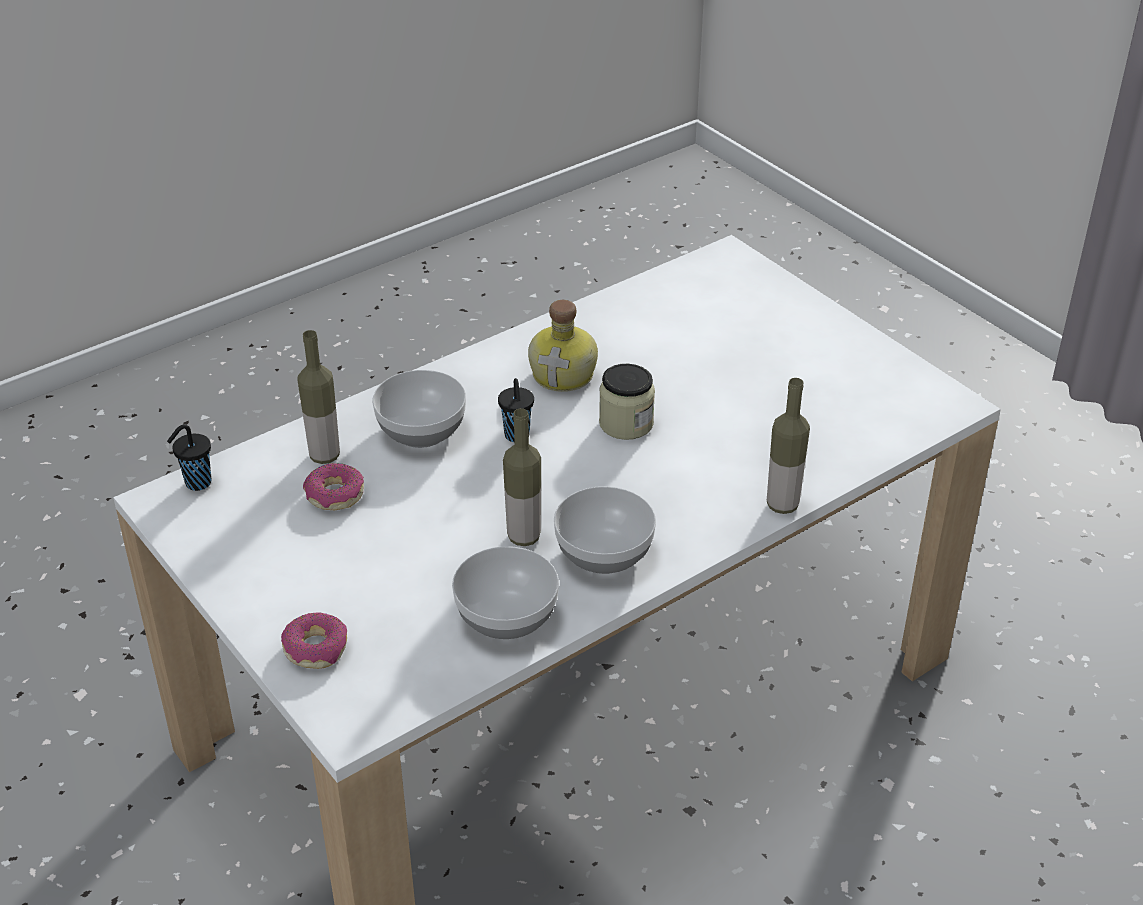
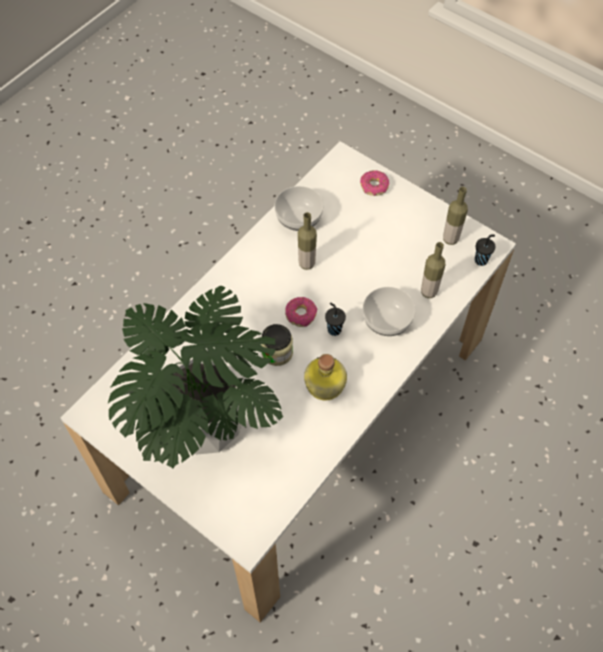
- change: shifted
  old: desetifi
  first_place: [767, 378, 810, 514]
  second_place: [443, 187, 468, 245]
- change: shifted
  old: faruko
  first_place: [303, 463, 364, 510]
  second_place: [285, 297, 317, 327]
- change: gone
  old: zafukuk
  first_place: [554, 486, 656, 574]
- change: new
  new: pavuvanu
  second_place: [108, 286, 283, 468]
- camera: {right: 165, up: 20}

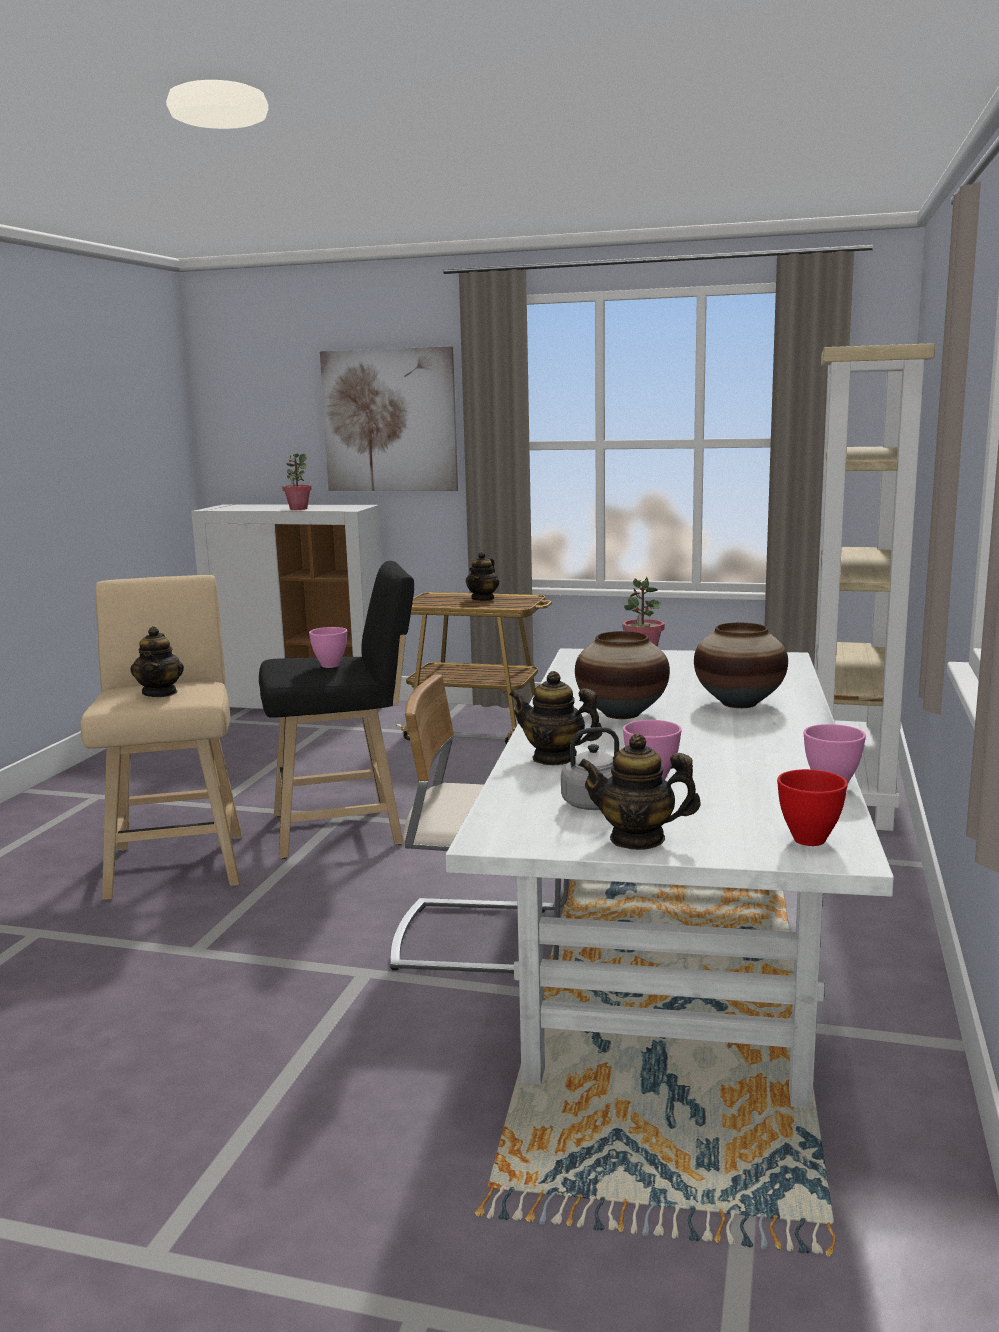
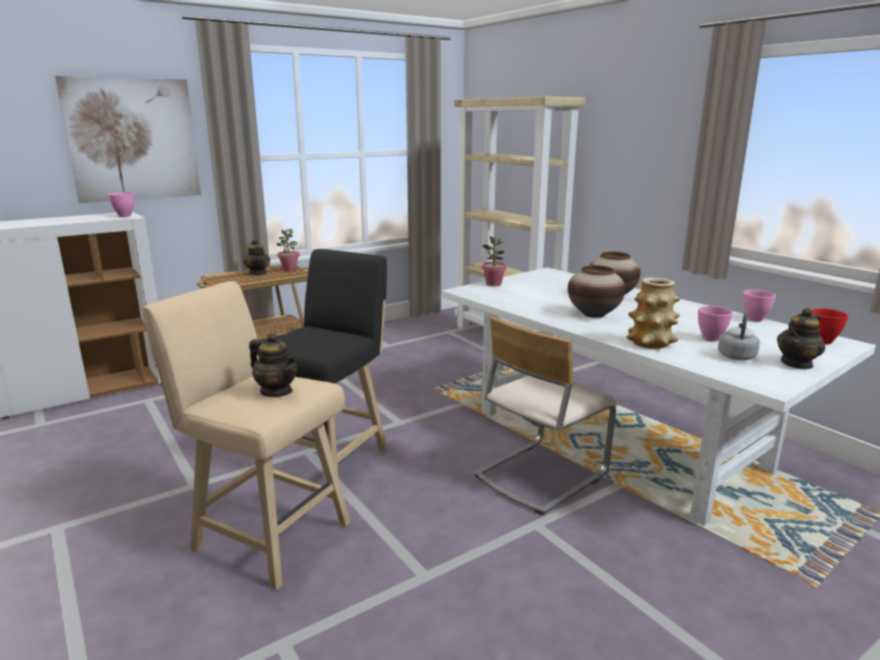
- change: shifted
  old: pavuvanu
  first_place: [282, 453, 312, 510]
  second_place: [276, 229, 300, 272]
- change: shifted
  old: pink_zafukuk
  first_place: [309, 627, 347, 668]
  second_place: [108, 192, 135, 217]
- change: swapped
  old: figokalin
  new: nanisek
  first_place: [509, 671, 603, 765]
  second_place: [626, 277, 680, 349]
- camera: {right: -50, up: 5}

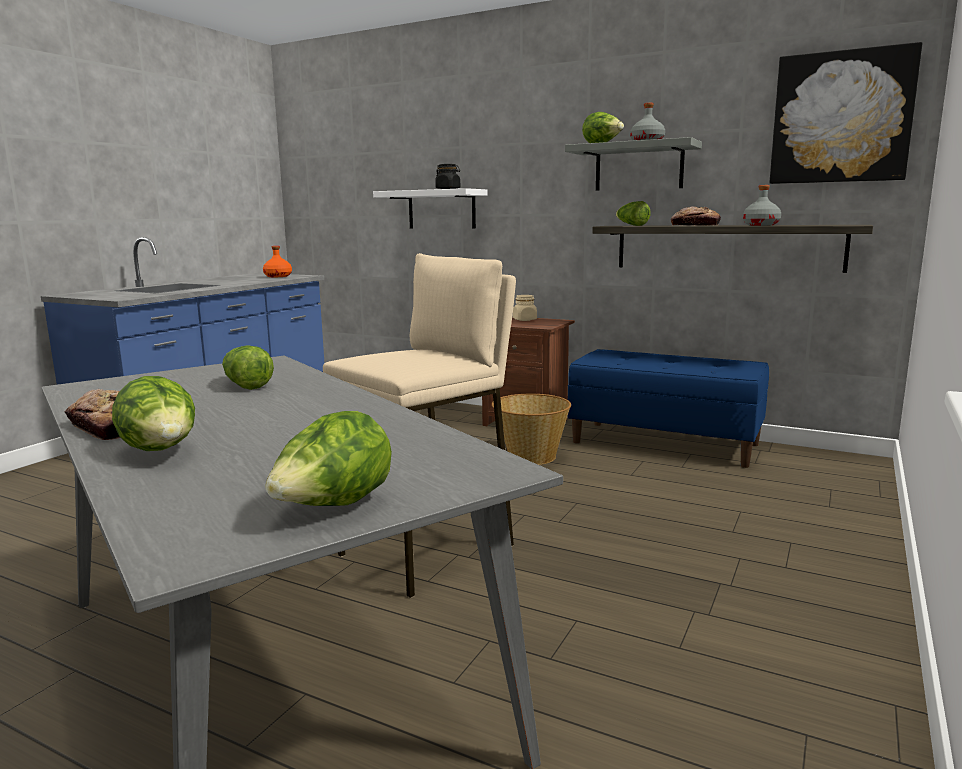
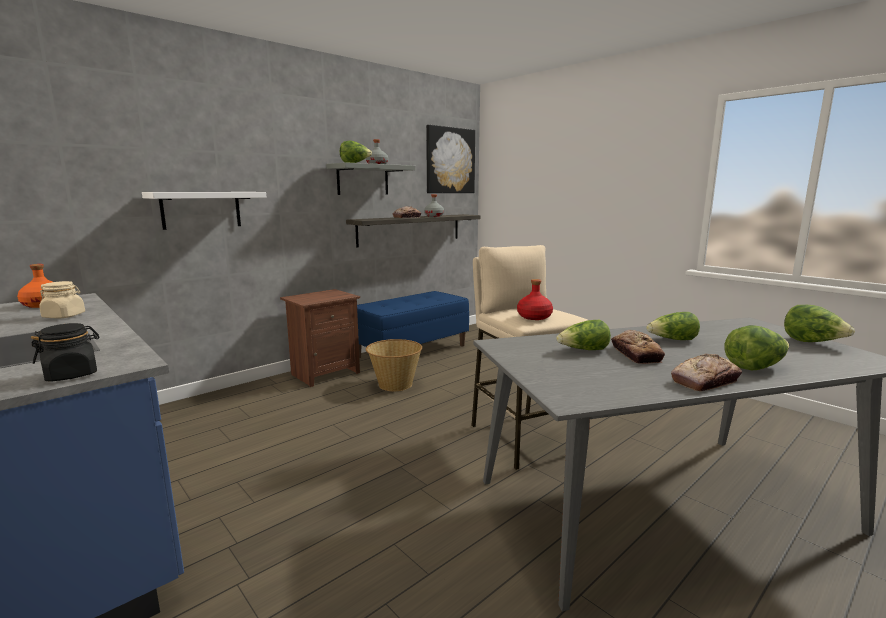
- change: shifted
  old: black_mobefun
  first_place: [435, 164, 460, 189]
  second_place: [31, 323, 100, 382]
- change: shifted
  old: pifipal
  first_place: [616, 201, 651, 226]
  second_place: [646, 312, 700, 340]
- change: shifted
  old: beige_mobefun
  first_place: [513, 295, 537, 321]
  second_place: [39, 281, 85, 319]
- change: new
  new: red_desetifi
  second_place: [517, 279, 553, 320]
- change: new
  new: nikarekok
  second_place: [611, 330, 665, 364]
- camera: {right: -70, up: 0}

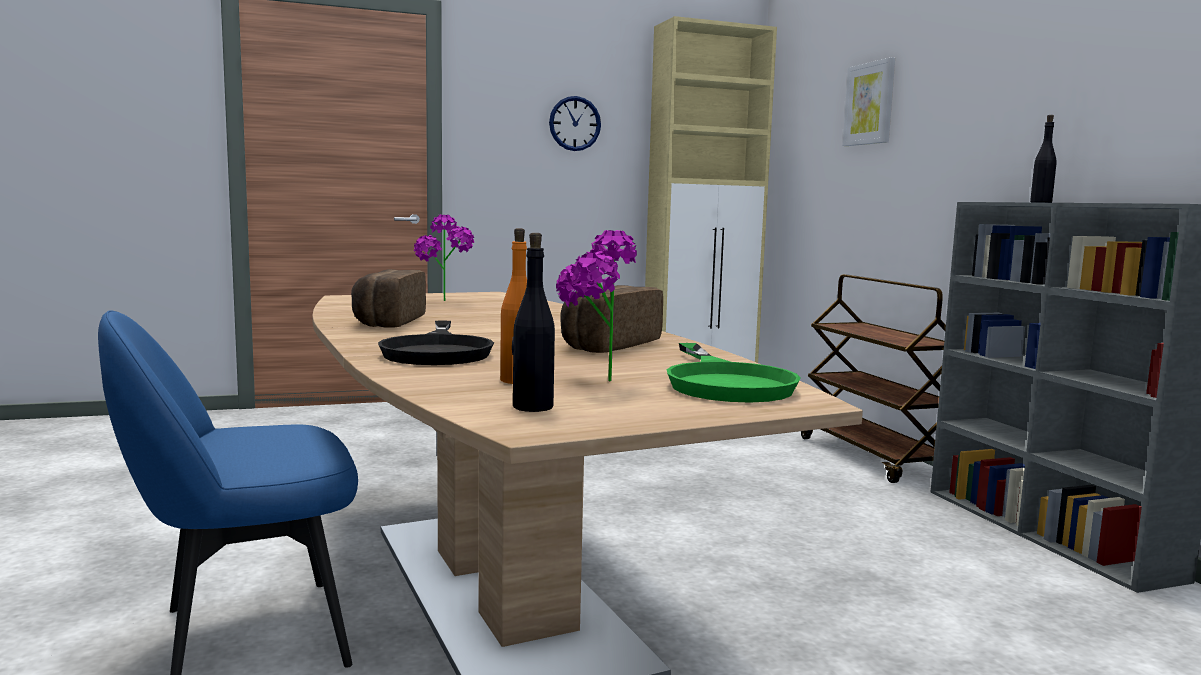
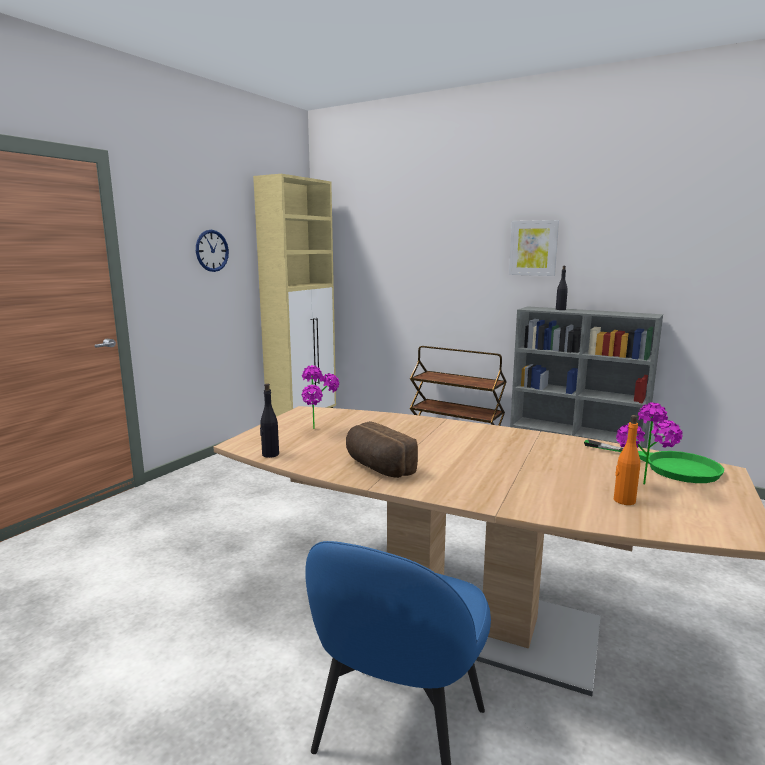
- change: shifted
  old: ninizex
  first_place: [843, 57, 895, 146]
  second_place: [509, 220, 559, 276]
- change: shifted
  old: black_desetifi
  first_place: [512, 233, 555, 412]
  second_place: [260, 383, 279, 458]
- change: gone
  old: nikarekok
  first_place: [560, 285, 663, 353]
- change: gone
  old: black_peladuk
  first_place: [378, 321, 494, 365]
- camera: {right: -40, up: 5}

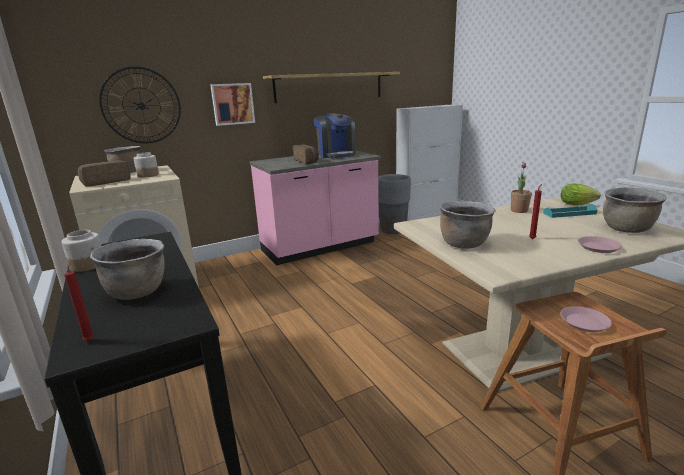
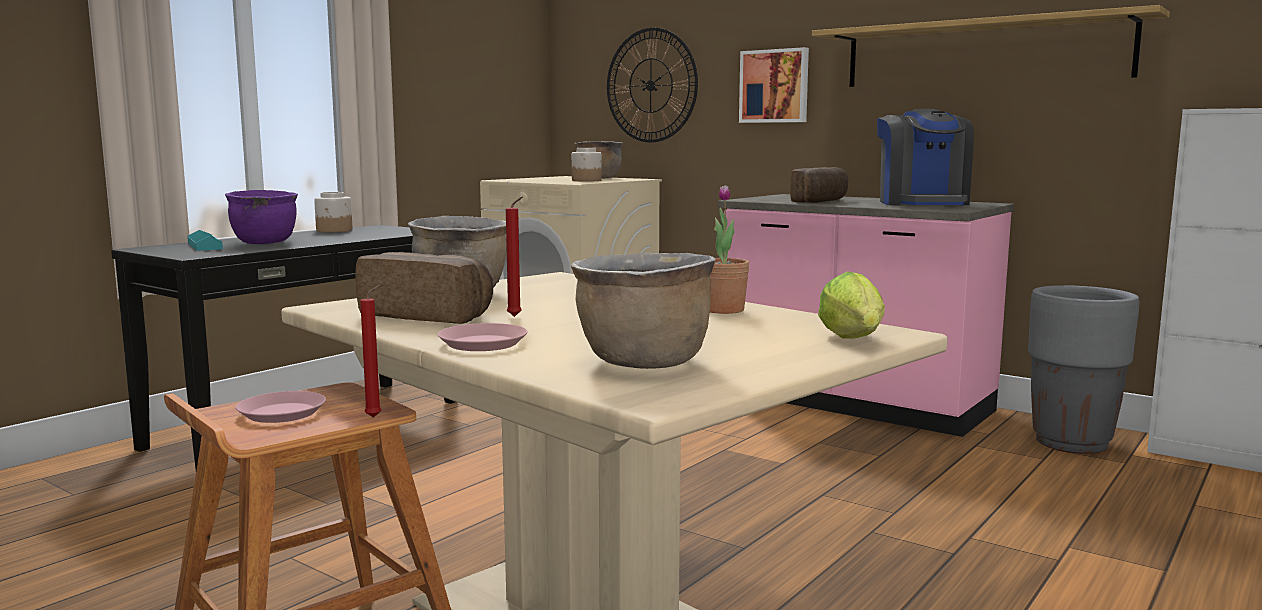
- change: rotated
  old: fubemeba
  first_place: [313, 113, 356, 158]
  second_place: [877, 109, 974, 206]
  degrees: -45
- change: shifted
  old: nikarekok
  first_place: [78, 160, 131, 186]
  second_place: [355, 252, 493, 324]
- change: shifted
  old: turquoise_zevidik
  first_place: [543, 204, 598, 218]
  second_place: [188, 230, 223, 251]
- change: repainted
  old: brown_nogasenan
  new: purple_nogasenan
  first_place: [90, 239, 165, 300]
  second_place: [225, 190, 298, 244]
- change: shifted
  old: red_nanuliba
  first_place: [64, 261, 94, 341]
  second_place: [360, 285, 382, 418]
- camera: {right: 65, up: -10}

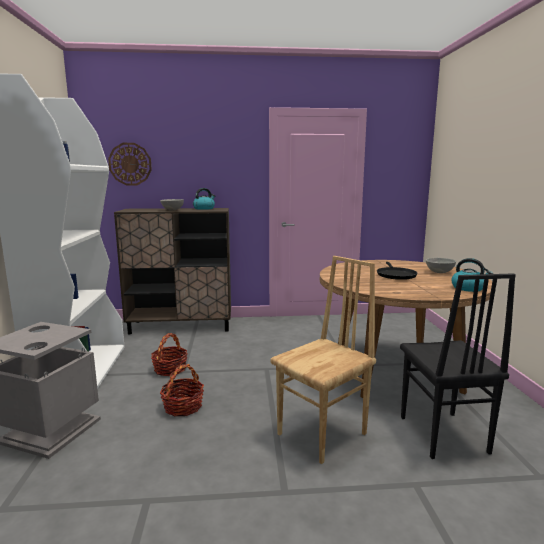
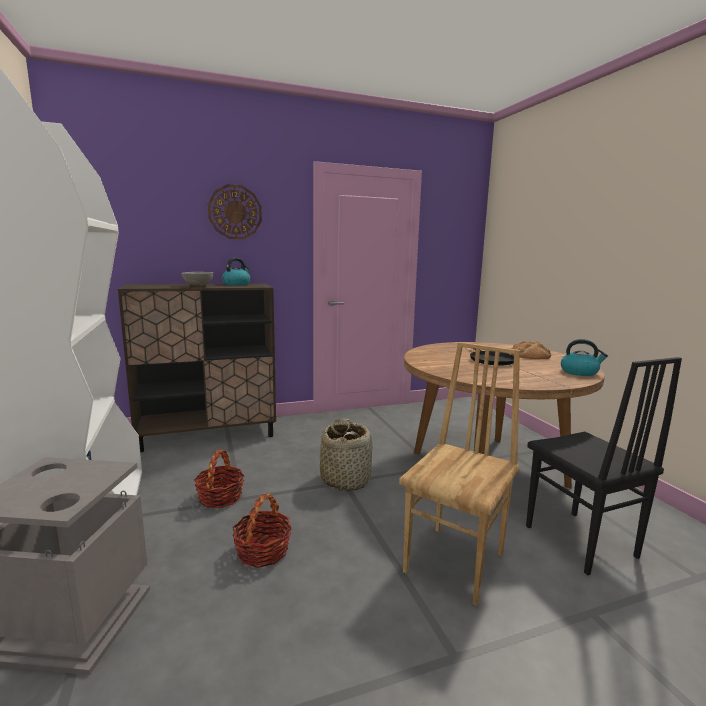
- change: shifted
  old: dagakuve
  first_place: [108, 143, 152, 185]
  second_place: [208, 184, 262, 239]
- change: swapped
  old: grey_zafukuk
  new: nikarekok
  first_place: [426, 258, 456, 273]
  second_place: [511, 341, 551, 359]
- change: new
  new: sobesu
  second_place: [320, 418, 373, 491]
- camera: {right: -15, up: 0}

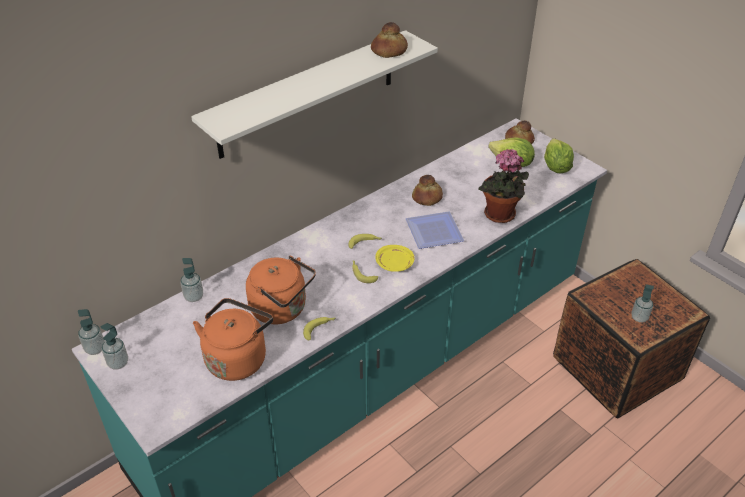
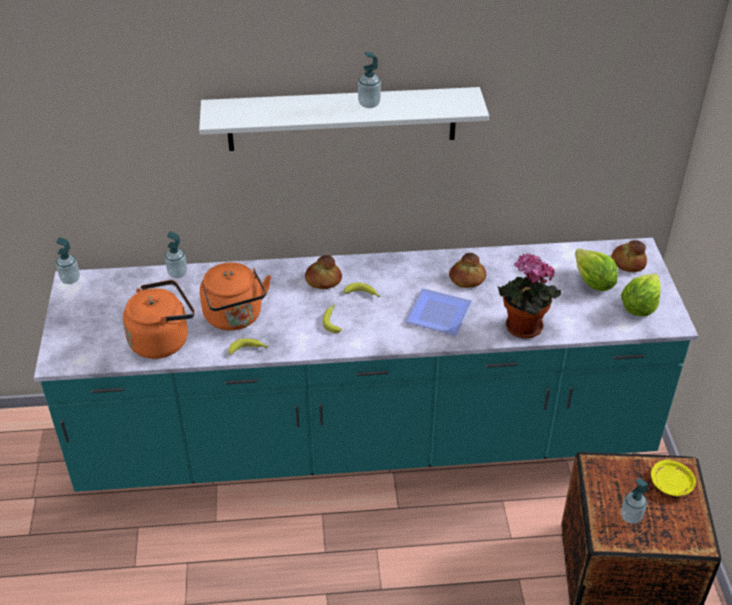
- change: shifted
  old: nikarekok
  first_place: [371, 22, 408, 58]
  second_place: [305, 255, 342, 289]
- change: shifted
  old: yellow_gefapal
  first_place: [375, 245, 414, 272]
  second_place: [651, 460, 696, 496]
- change: shifted
  old: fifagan
  first_place: [101, 323, 128, 370]
  second_place: [358, 52, 381, 108]
- camera: {right: 35, up: 0}

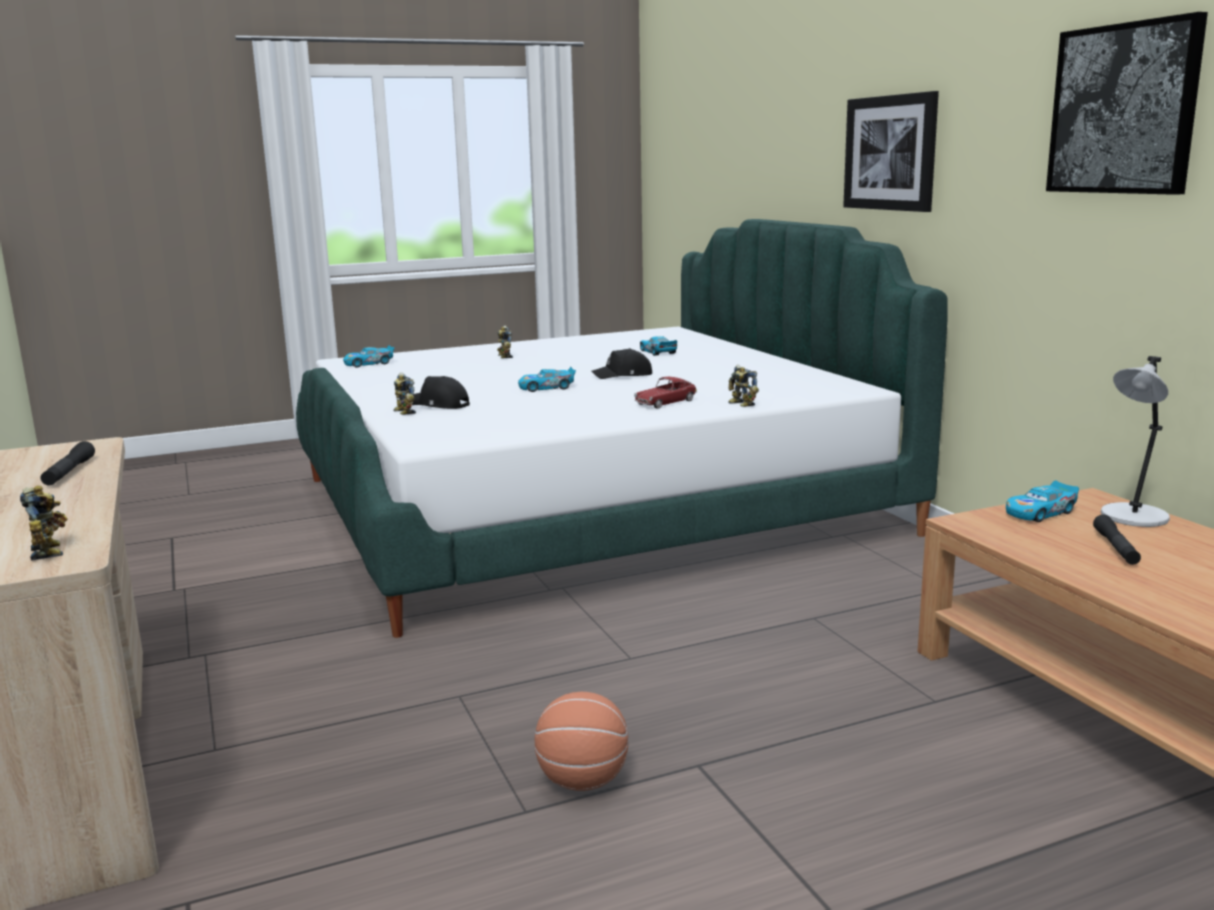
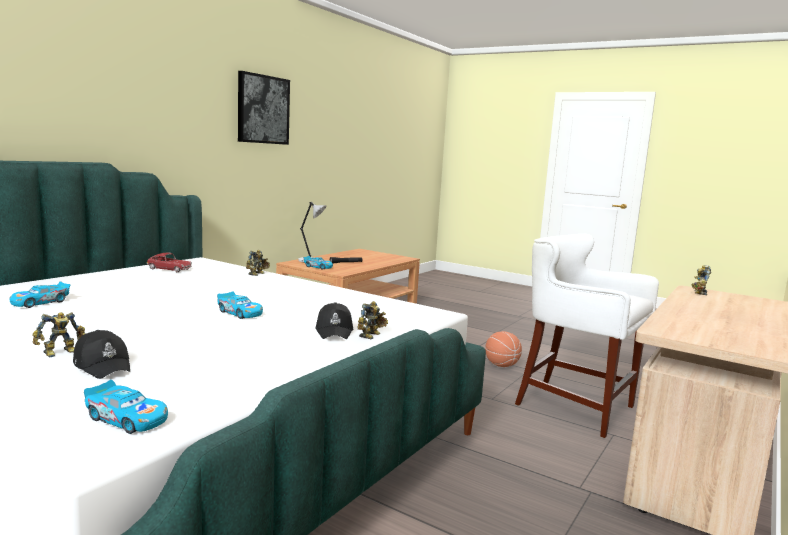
- change: gone
  old: ninizex
  first_place: [843, 91, 939, 212]
- change: shifted
  old: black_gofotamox
  first_place: [591, 348, 652, 379]
  second_place: [73, 330, 130, 379]
- change: shifted
  old: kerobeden
  first_place: [634, 377, 697, 409]
  second_place: [147, 253, 192, 272]
- change: gone
  old: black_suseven
  first_place: [41, 441, 95, 486]
- change: new
  new: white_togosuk
  second_place: [515, 234, 659, 438]
- camera: {right: -125, up: -5}

